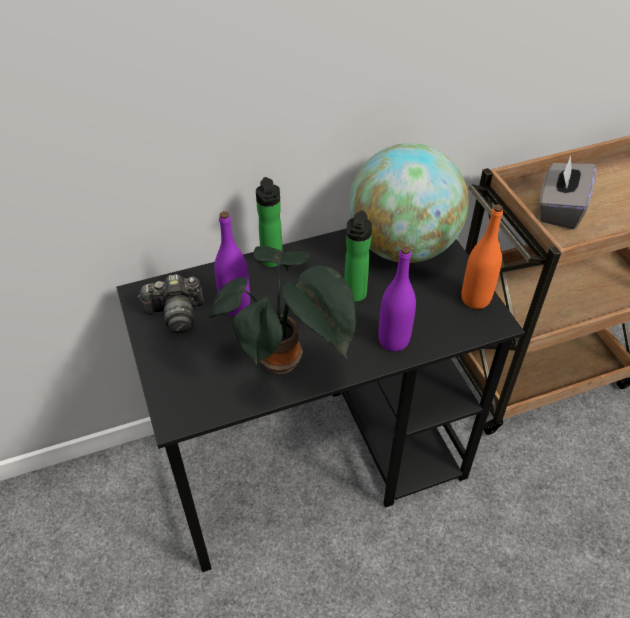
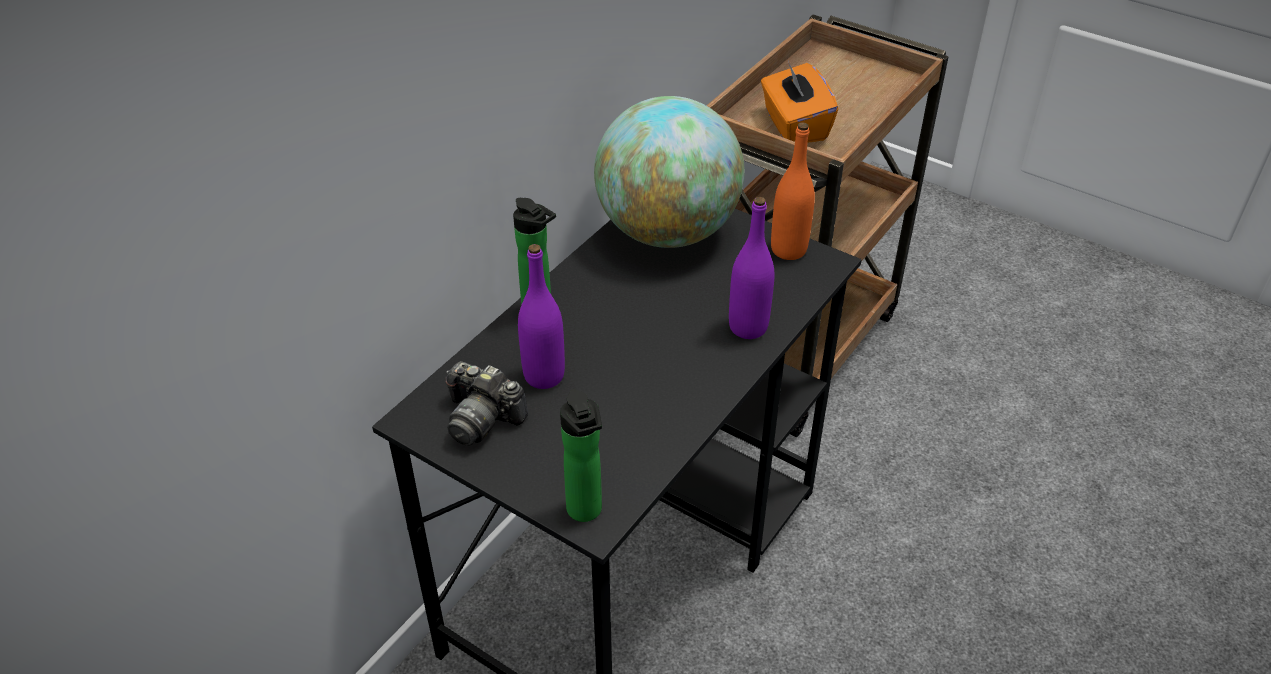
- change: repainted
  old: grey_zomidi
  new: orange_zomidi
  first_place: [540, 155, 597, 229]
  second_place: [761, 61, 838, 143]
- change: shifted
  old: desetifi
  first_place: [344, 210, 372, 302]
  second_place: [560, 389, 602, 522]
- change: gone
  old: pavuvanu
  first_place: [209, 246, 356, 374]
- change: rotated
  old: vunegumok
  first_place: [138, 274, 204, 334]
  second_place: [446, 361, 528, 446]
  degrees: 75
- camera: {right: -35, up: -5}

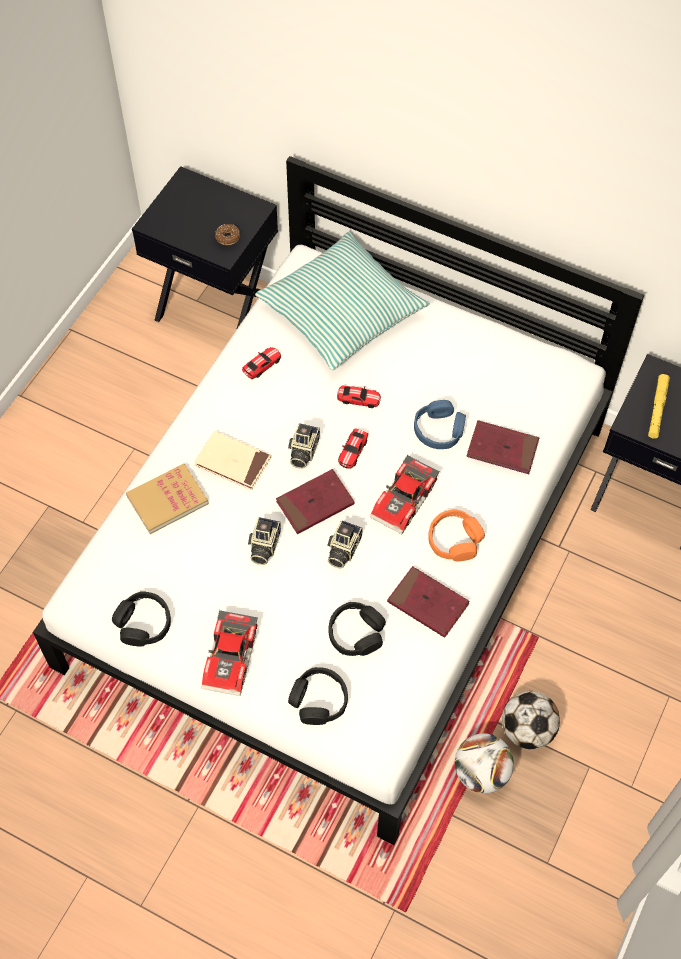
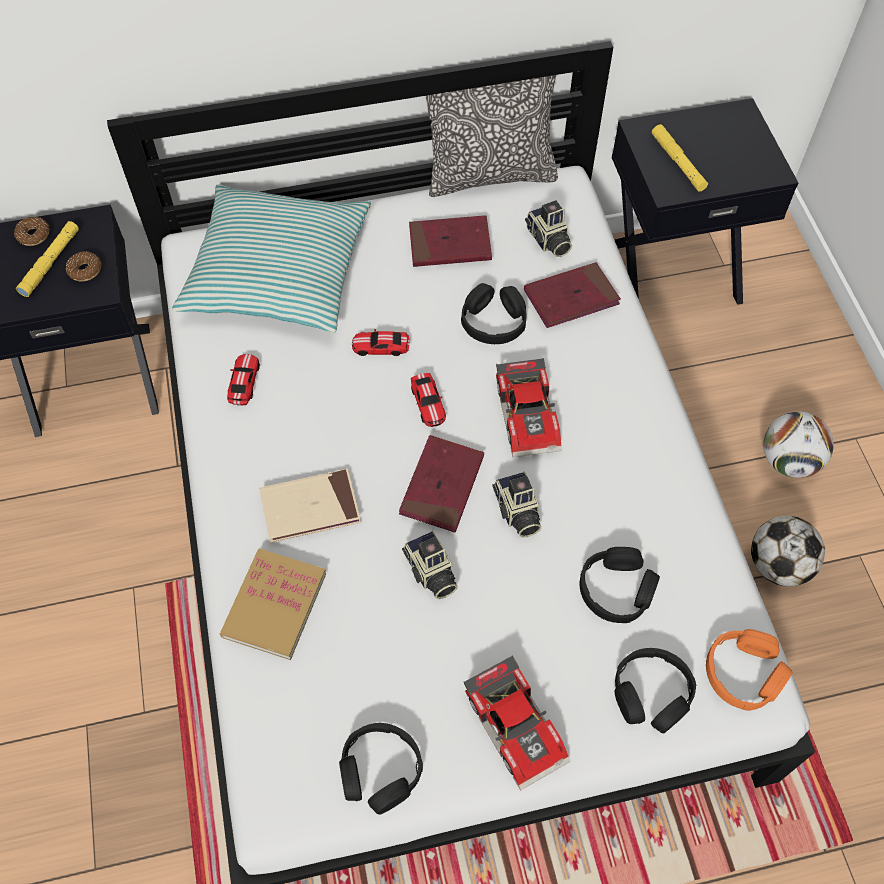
- change: rotated
  old: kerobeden
  first_place: [337, 385, 381, 408]
  second_place: [352, 329, 410, 356]
  degrees: -150
- change: repainted
  old: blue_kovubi
  new: black_kovubi
  first_place: [414, 400, 466, 449]
  second_place: [461, 283, 527, 344]
- change: shifted
  old: vunegumok
  first_place: [288, 423, 320, 469]
  second_place: [525, 200, 572, 257]
- change: shifted
  old: orange_kovubi
  first_place: [428, 509, 485, 562]
  second_place: [706, 629, 793, 711]
- change: shifted
  old: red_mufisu
  first_place: [387, 566, 469, 638]
  second_place: [409, 215, 492, 267]
- change: shifted
  old: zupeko
  first_place: [455, 733, 514, 793]
  second_place: [763, 412, 834, 478]
- change: new
  new: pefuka
  second_place: [426, 75, 558, 197]
- change: new
  new: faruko
  second_place: [14, 217, 49, 246]
- change: new
  new: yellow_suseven
  second_place: [16, 221, 79, 297]
- camera: {right: -40, up: 0}

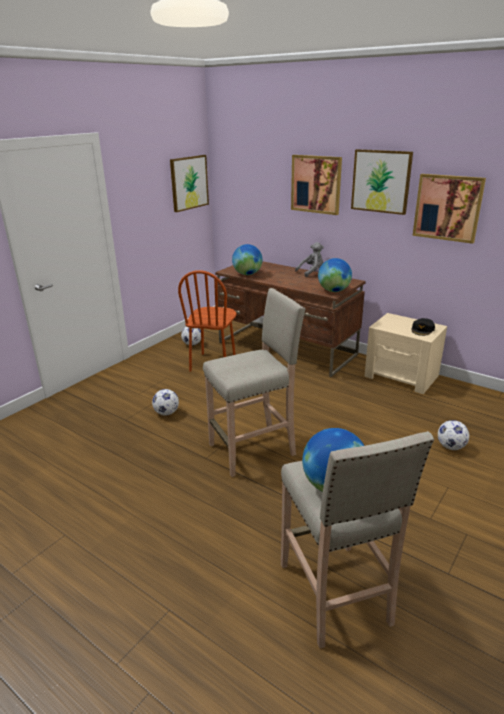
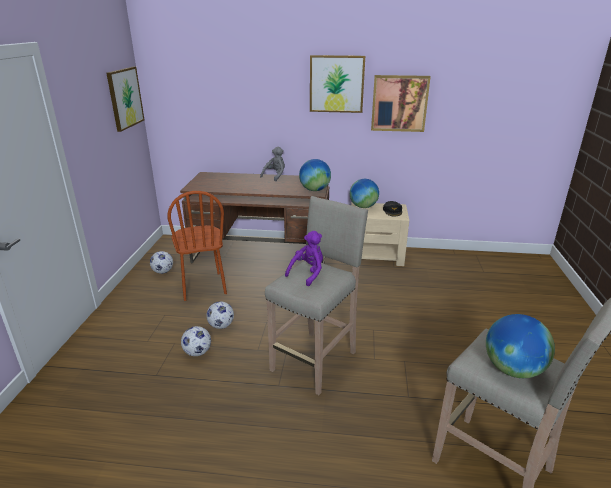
- change: gone
  old: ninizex
  first_place: [291, 155, 342, 215]
- change: shifted
  old: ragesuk
  first_place: [232, 244, 263, 275]
  second_place: [350, 179, 379, 208]
- change: shifted
  old: zupeko
  first_place: [438, 420, 469, 450]
  second_place: [207, 301, 234, 329]
- change: new
  new: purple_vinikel
  second_place: [285, 231, 323, 286]
- camera: {right: -30, up: 0}

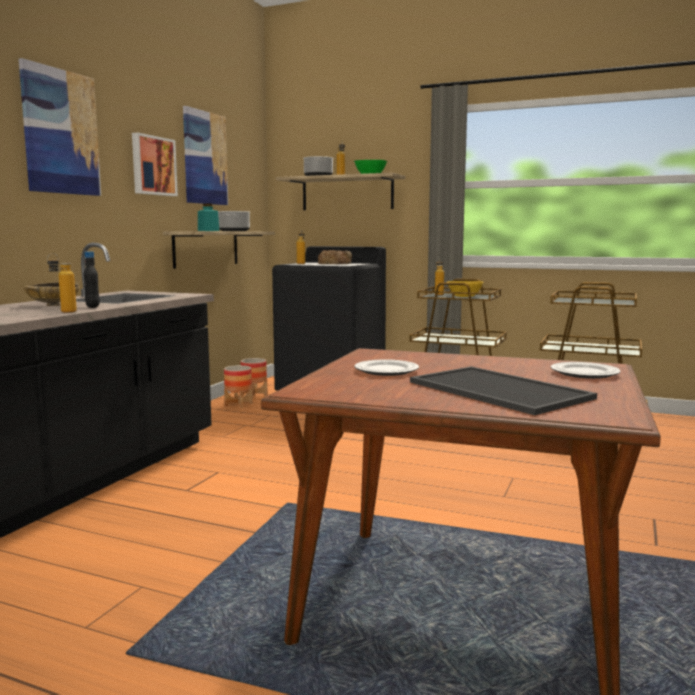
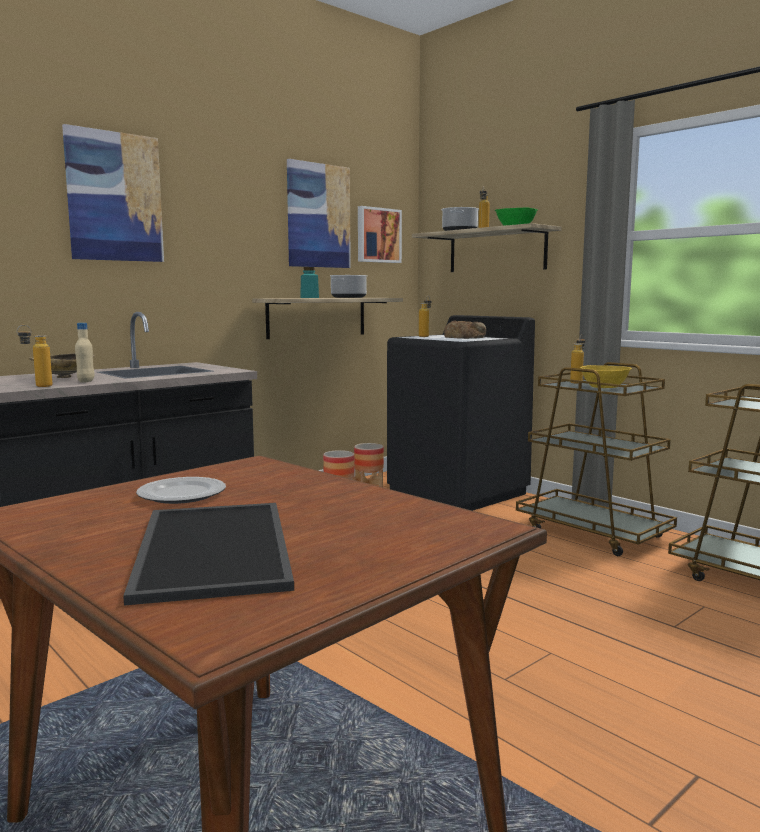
- change: shifted
  old: ninizex
  first_place: [132, 132, 178, 196]
  second_place: [358, 206, 402, 263]
- change: repainted
  old: black_desetifi
  new: beige_desetifi
  first_place: [84, 251, 100, 308]
  second_place: [75, 323, 95, 383]
- change: gone
  old: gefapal
  first_place: [551, 362, 621, 379]
- camera: {right: 25, up: 0}

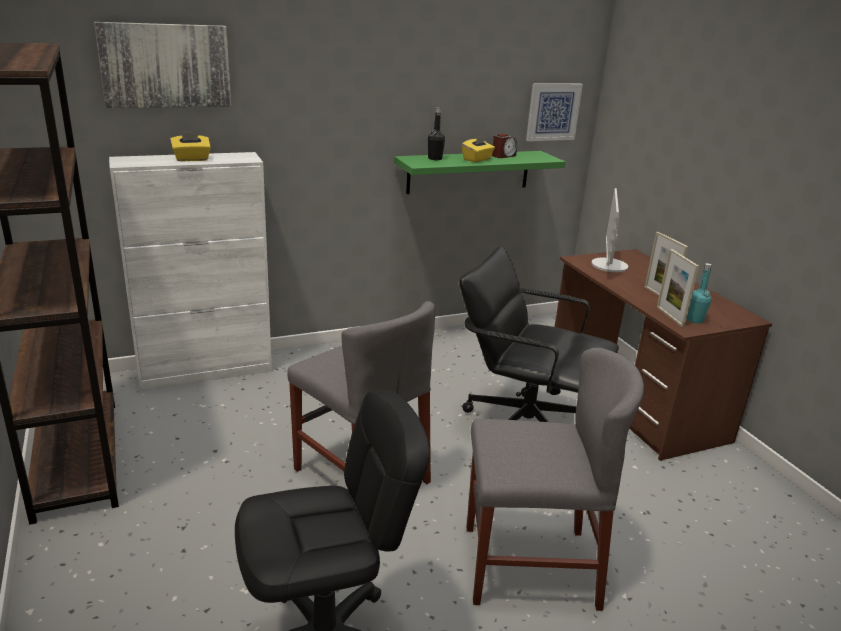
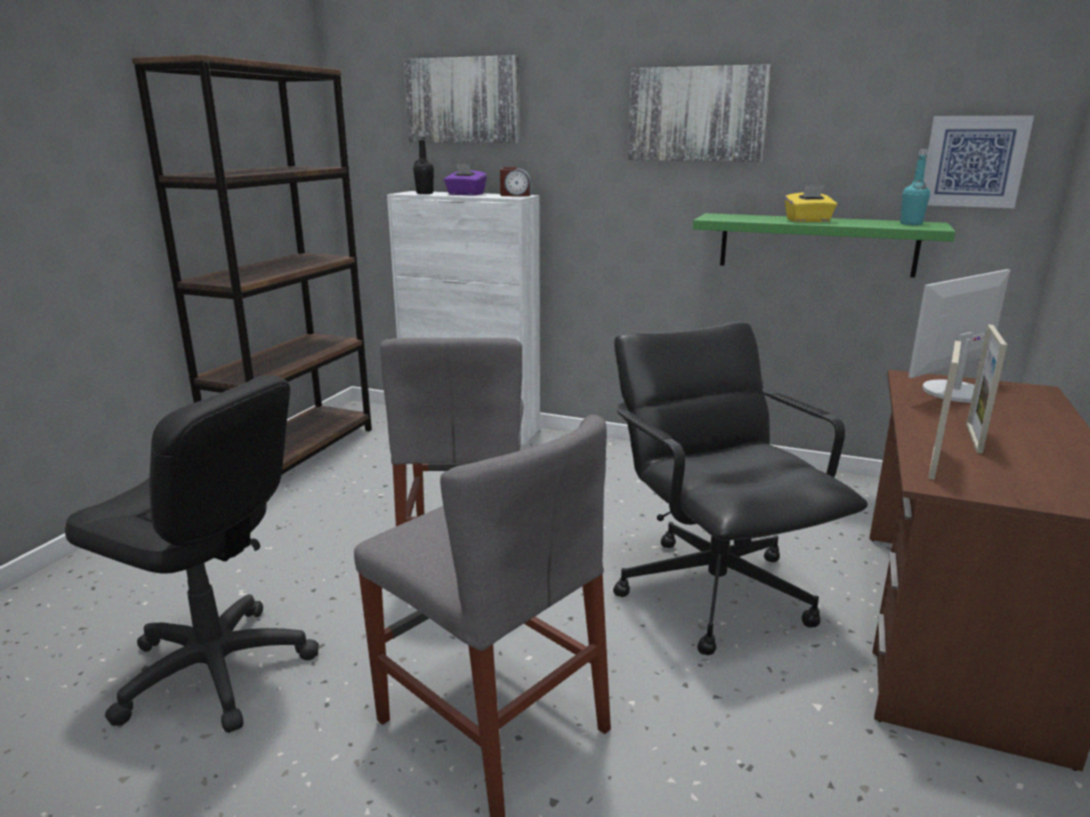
- change: shifted
  old: black_desetifi
  first_place: [428, 107, 445, 160]
  second_place: [413, 132, 434, 194]
- change: repainted
  old: yellow_zomidi
  new: purple_zomidi
  first_place: [170, 131, 211, 161]
  second_place: [444, 164, 487, 196]
- change: shifted
  old: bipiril
  first_place: [492, 134, 517, 158]
  second_place: [500, 167, 531, 196]
- change: shifted
  old: turquoise_desetifi
  first_place: [687, 263, 712, 324]
  second_place: [900, 148, 930, 225]
- change: new
  new: ninizex
  second_place: [628, 64, 772, 162]
- camera: {right: 45, up: -5}

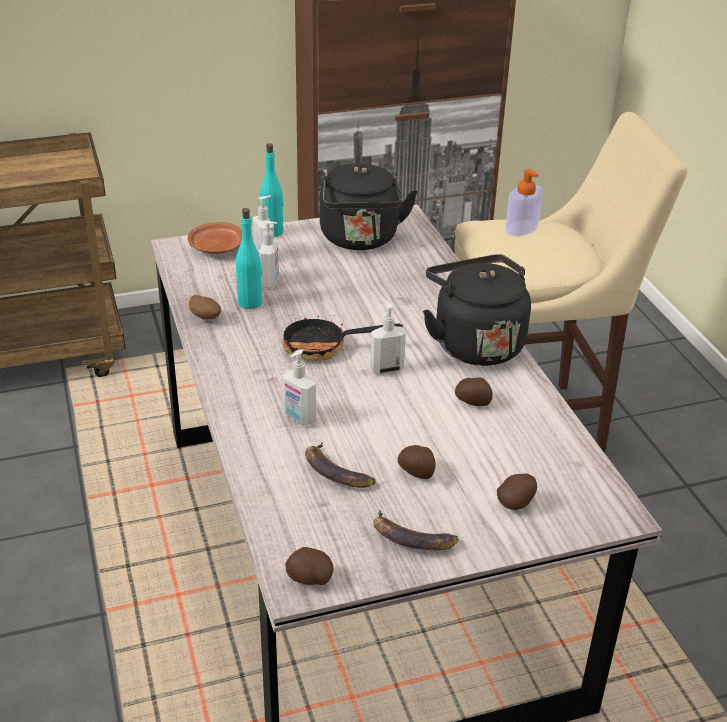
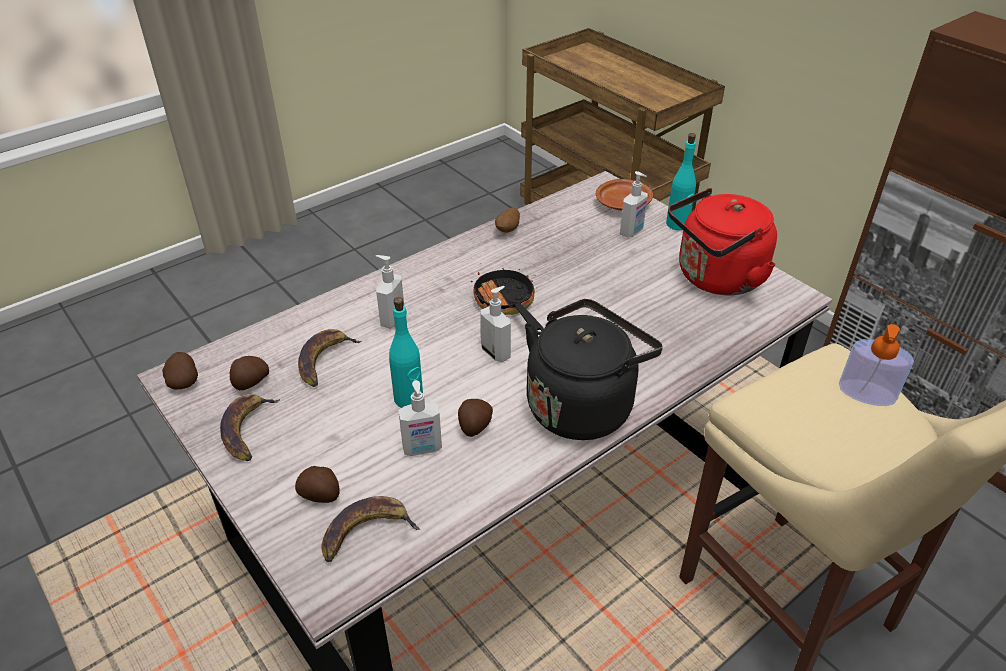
- change: repainted
  old: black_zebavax
  new: red_zebavax
  first_place: [320, 163, 417, 250]
  second_place: [668, 188, 777, 295]
- change: shifted
  old: turquoise_desetifi
  first_place: [236, 208, 262, 309]
  second_place: [389, 297, 423, 408]
- change: shifted
  old: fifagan
  first_place: [259, 221, 279, 288]
  second_place: [398, 380, 442, 456]
- change: shifted
  old: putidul
  first_place: [398, 445, 435, 479]
  second_place: [230, 356, 269, 390]
- change: new
  new: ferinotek
  second_place: [321, 496, 420, 562]
- camera: {right: 70, up: 5}

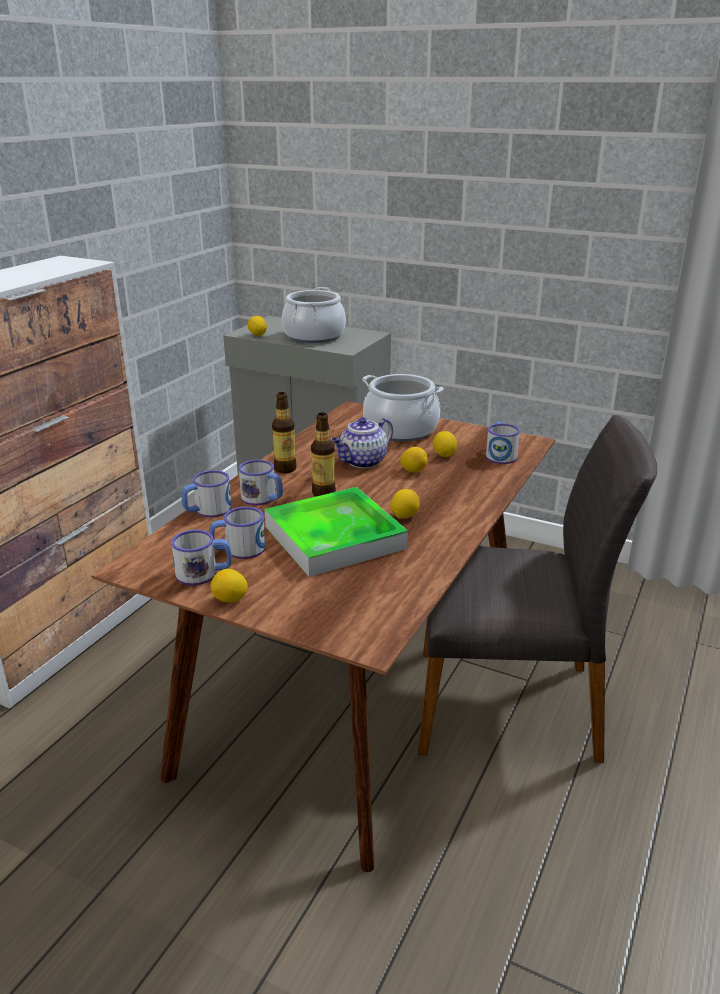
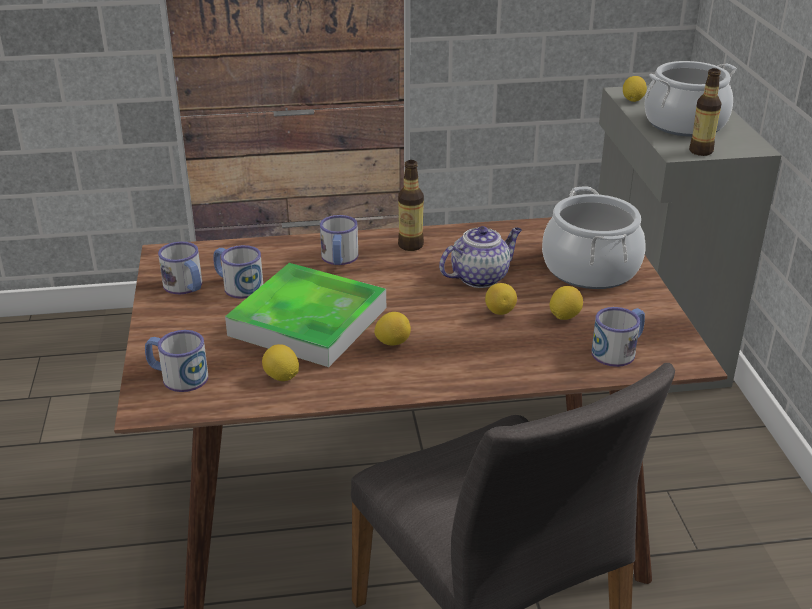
- change: shifted
  old: desetifi
  first_place: [311, 413, 336, 497]
  second_place: [689, 68, 722, 156]
- change: rotated
  old: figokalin
  first_place: [332, 417, 393, 468]
  second_place: [439, 226, 522, 288]
  degrees: 135
- change: shifted
  old: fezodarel
  first_place: [182, 470, 232, 517]
  second_place: [145, 330, 208, 392]
- change: shifted
  old: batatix
  first_place: [211, 569, 248, 602]
  second_place: [262, 344, 299, 381]
- camera: {right: 55, up: 5}

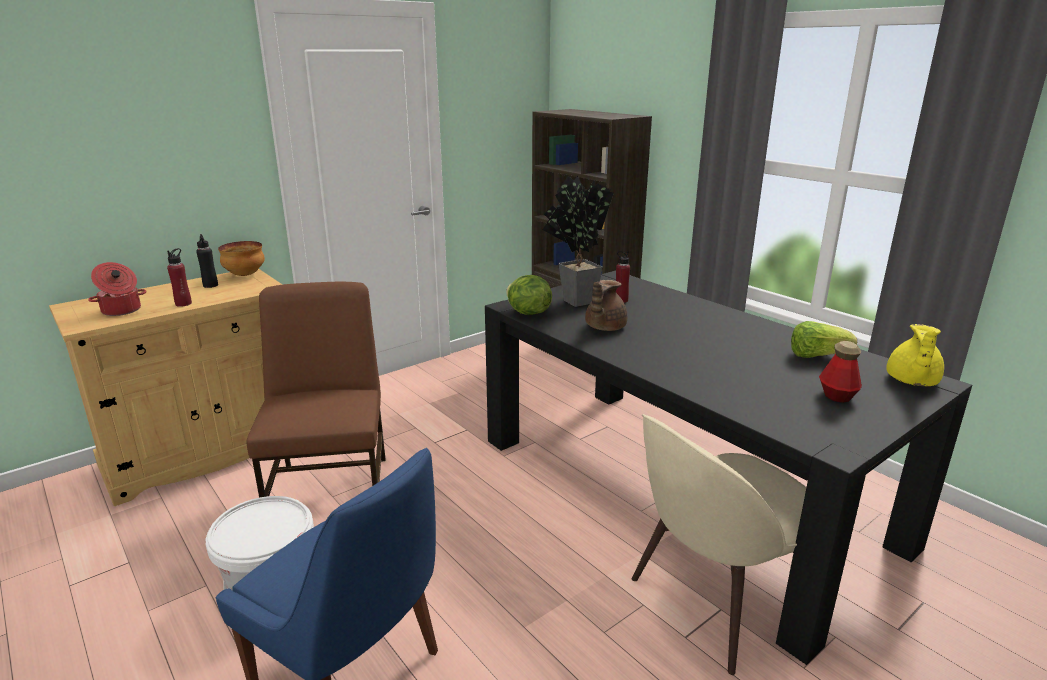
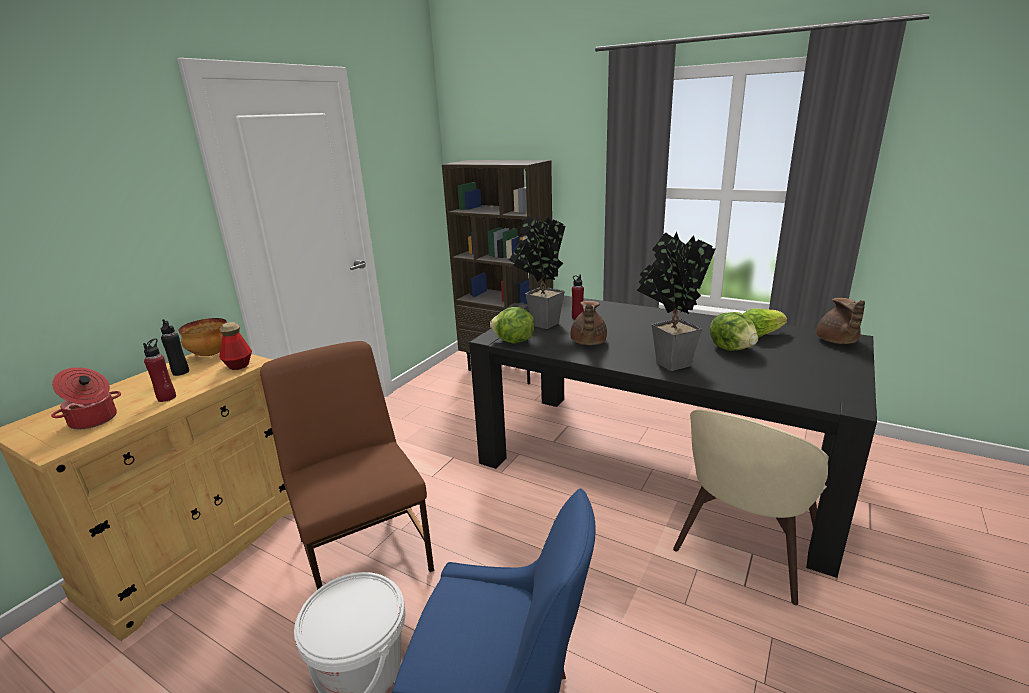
- change: repainted
  old: yellow_figokalin
  new: brown_figokalin
  first_place: [886, 324, 944, 386]
  second_place: [816, 298, 865, 344]
- change: shifted
  old: desetifi
  first_place: [819, 341, 862, 403]
  second_place: [219, 322, 252, 370]
- change: new
  new: pavuvanu
  second_place: [637, 232, 716, 371]
- change: new
  new: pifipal
  second_place: [710, 312, 758, 351]
- camera: {right: -20, up: 0}

